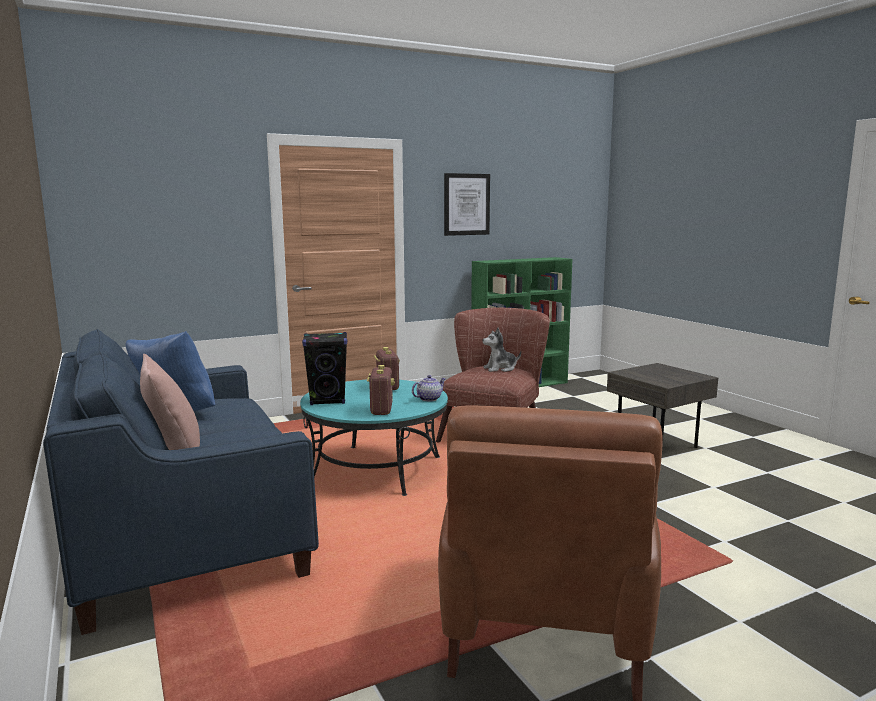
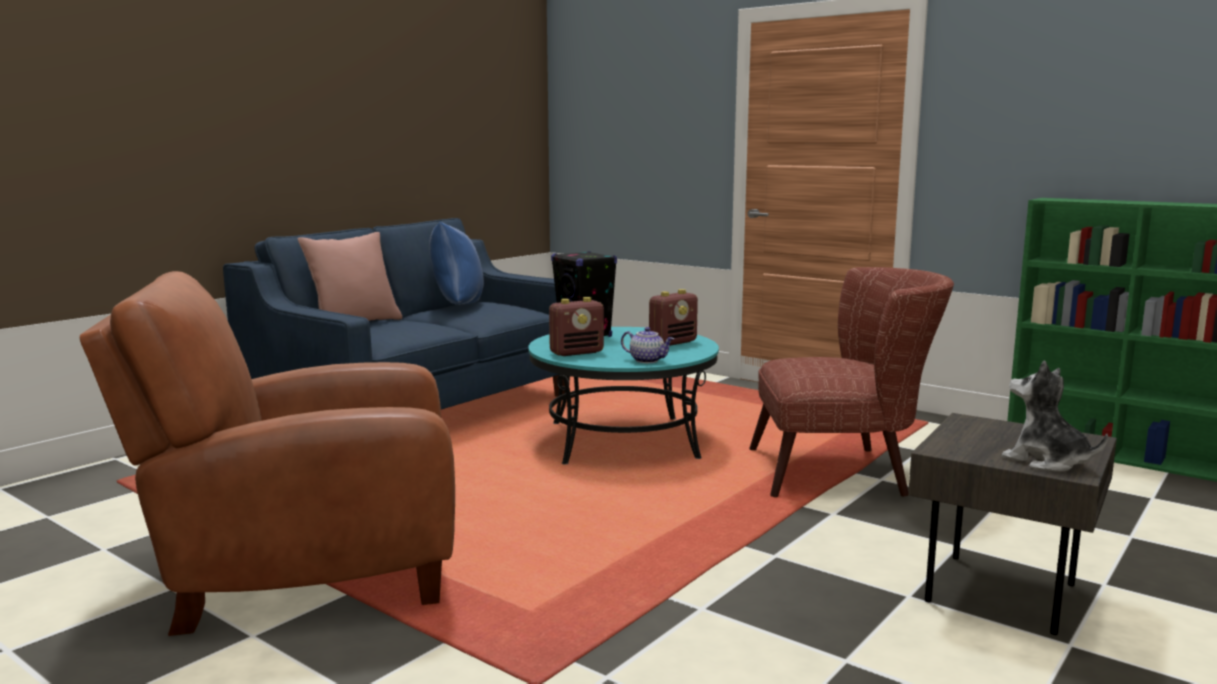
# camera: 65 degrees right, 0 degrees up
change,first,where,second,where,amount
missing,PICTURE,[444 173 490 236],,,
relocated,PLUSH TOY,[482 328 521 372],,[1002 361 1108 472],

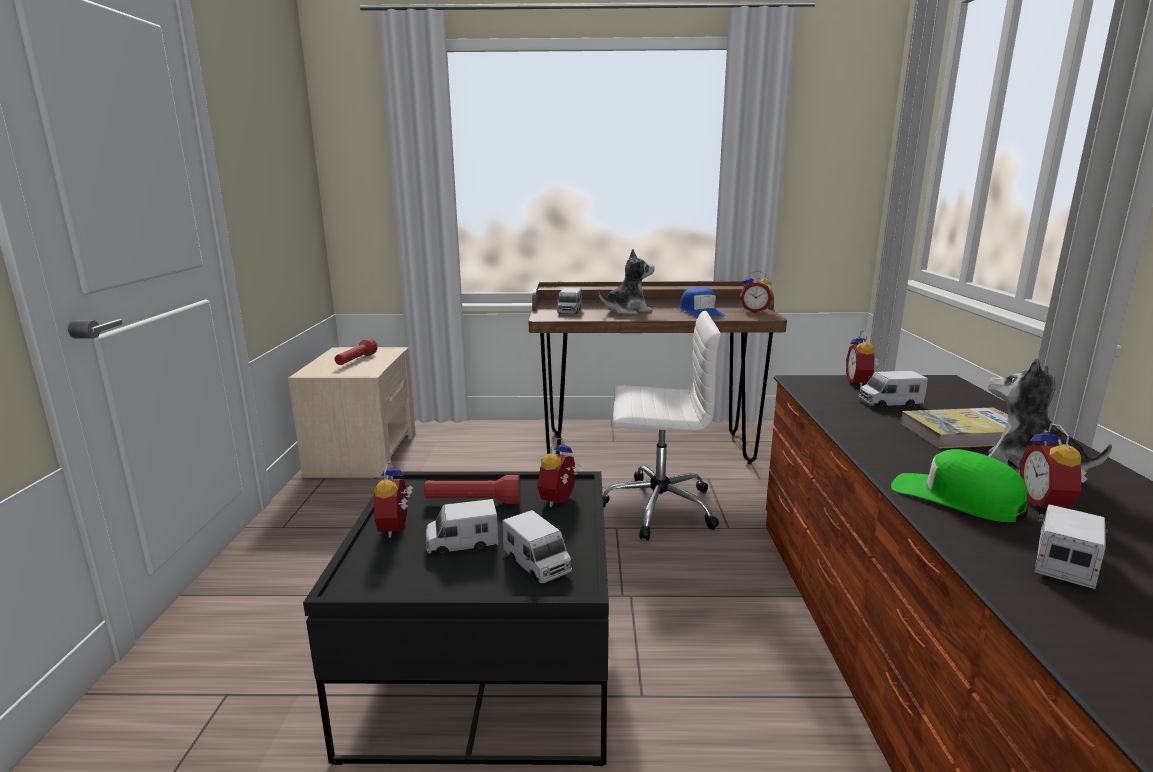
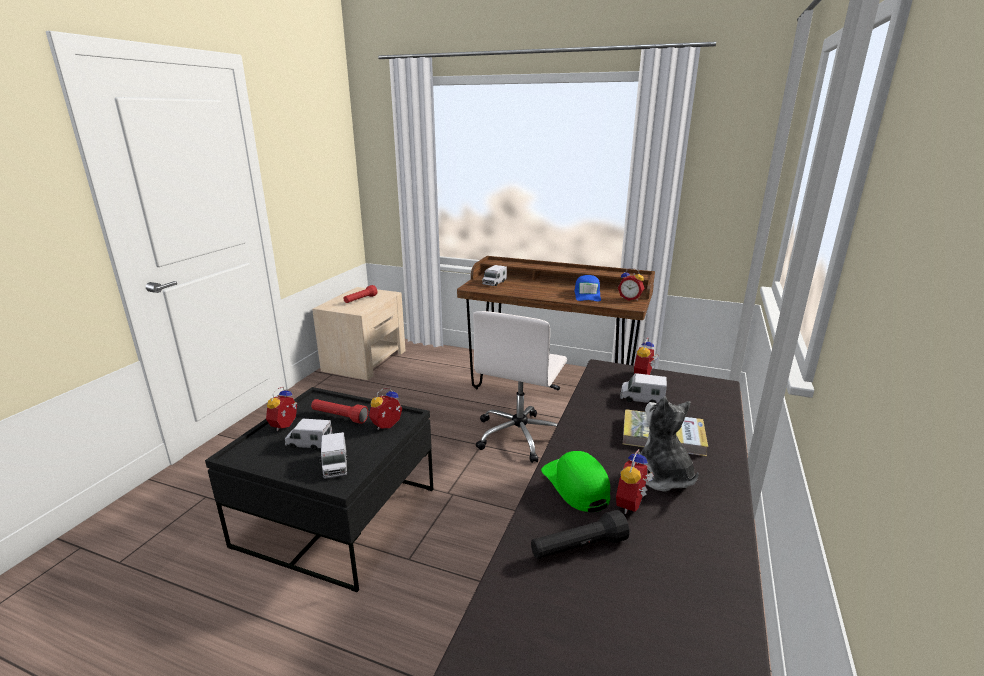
# camera: 20 degrees right, 5 degrees up
change,first,where,second,where,amount
missing,PLUSH TOY,[599 249 655 315],,,
spun,WHITE OFFICE CHAIR,[603 311 721 541],,[473 311 567 463],90 degrees clockwise
exchanged,TOY TRUCK,[1034 504 1110 589],BLACK FLASHLIGHT,[531 510 630 559],

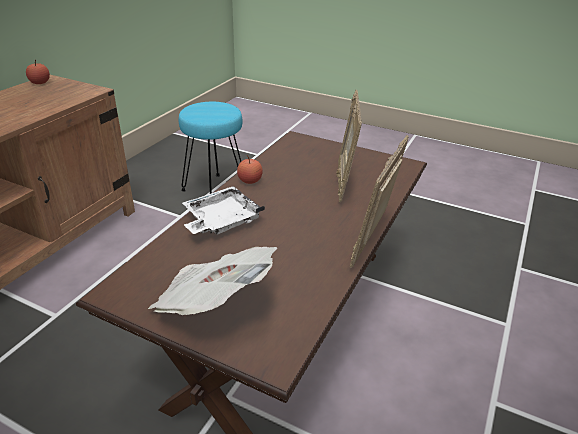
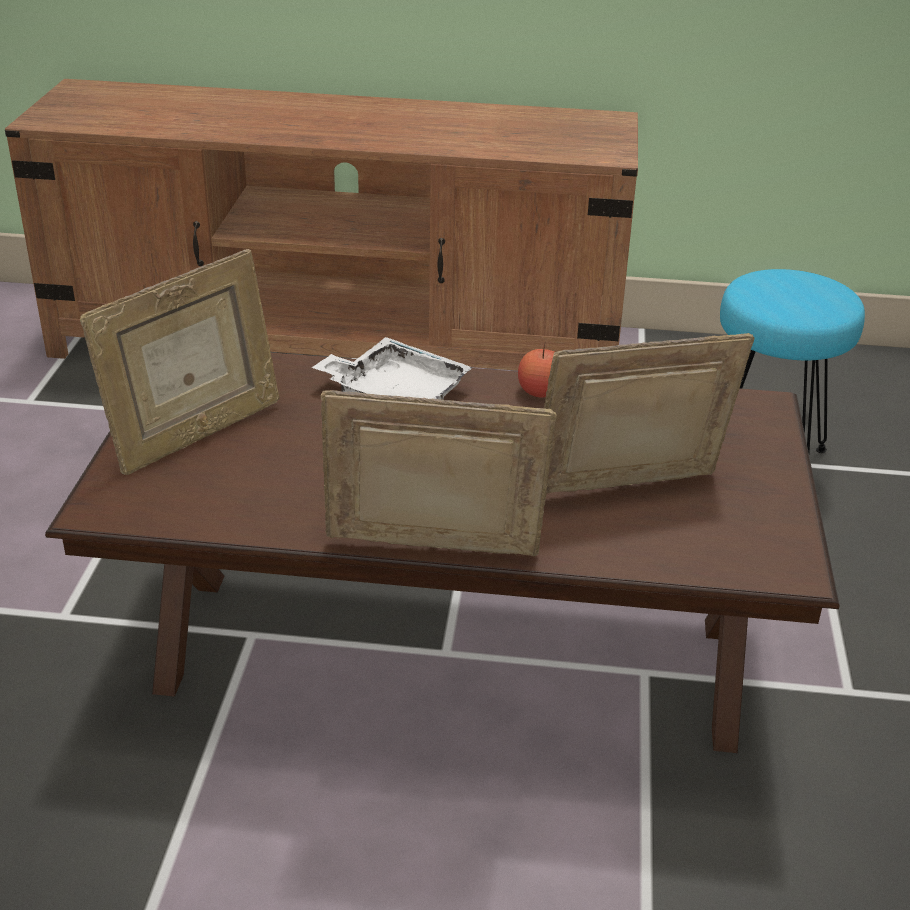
# camera: 70 degrees right, 0 degrees up
change,first,where,second,where,amount
missing,APPLE,[26 60 50 84],,,
exchanged,NEWSPAPER,[148 247 278 315],PICTURE FRAME,[80 249 280 475],

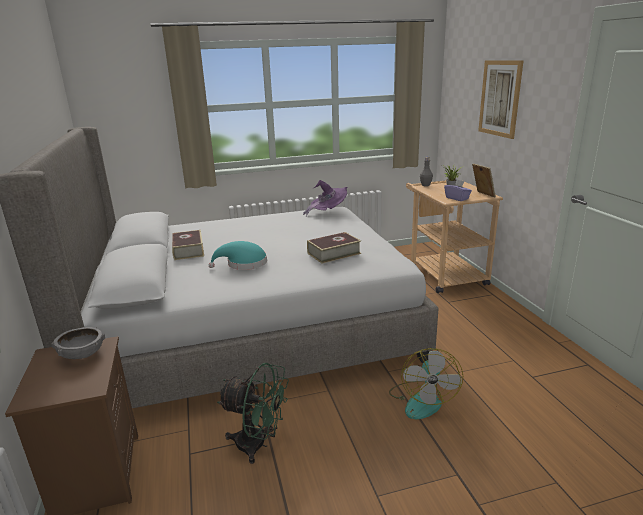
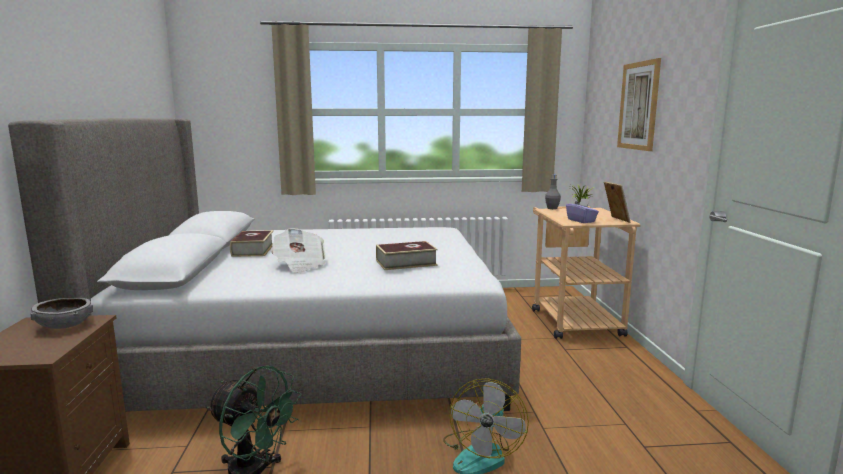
# camera: 10 degrees right, 10 degrees down
change,first,where,second,where,amount
exchanged,TURQUOISE HAT,[209 241 267 270],NEWSPAPER,[271 228 326 273],
missing,PURPLE HAT,[303 180 347 216],,,

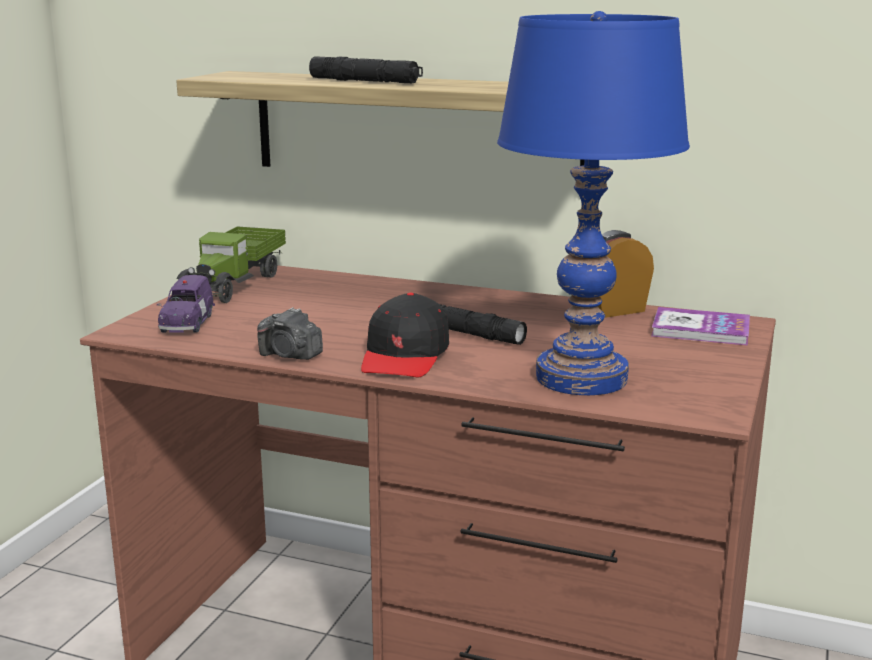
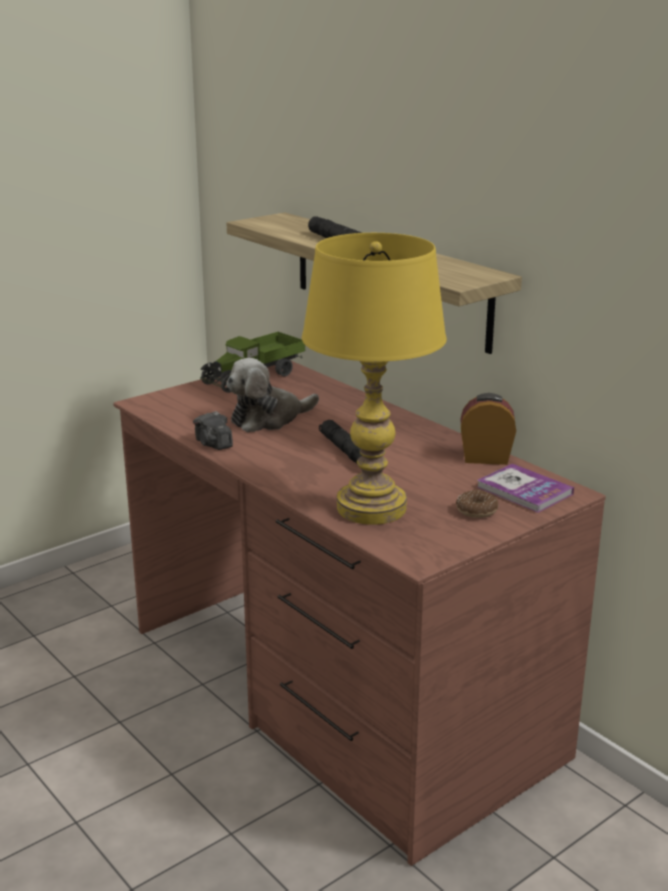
# camera: 30 degrees right, 5 degrees up
change,first,where,second,where,amount
missing,PURPLE TOY CAR,[157 275 215 333],,,
missing,BLACK CAP,[361 293 449 377],,,
colour,BLUE TABLE LAMP,[497 11 690 395],YELLOW TABLE LAMP,[302 233 447 525],
appeared,,,PLUSH TOY,[226 358 319 432],
appeared,,,DONUT,[456 490 498 518],

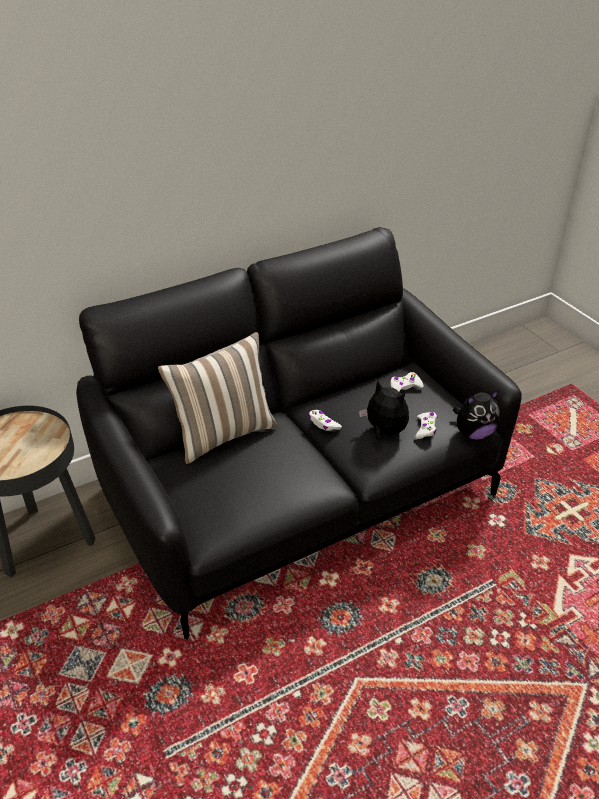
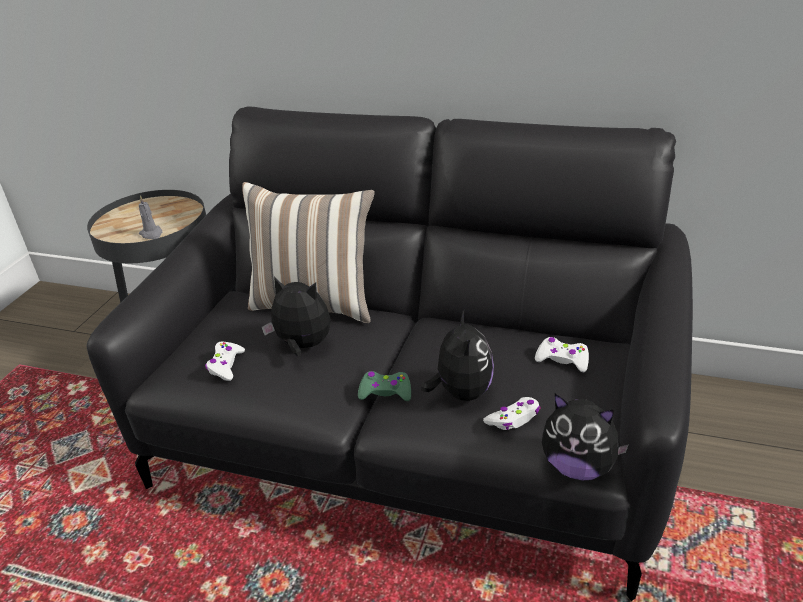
# camera: 50 degrees right, 5 degrees down
change,first,where,second,where,amount
relocated,WHITE GAME CONTROLLER,[308 410 342 431],,[205 341 245 381],
appeared,,,GREY CANDLE,[139 195 162 239],
appeared,,,PLUSH TOY,[262 277 331 356],
appeared,,,GREEN GAME CONTROLLER,[358 371 411 401],

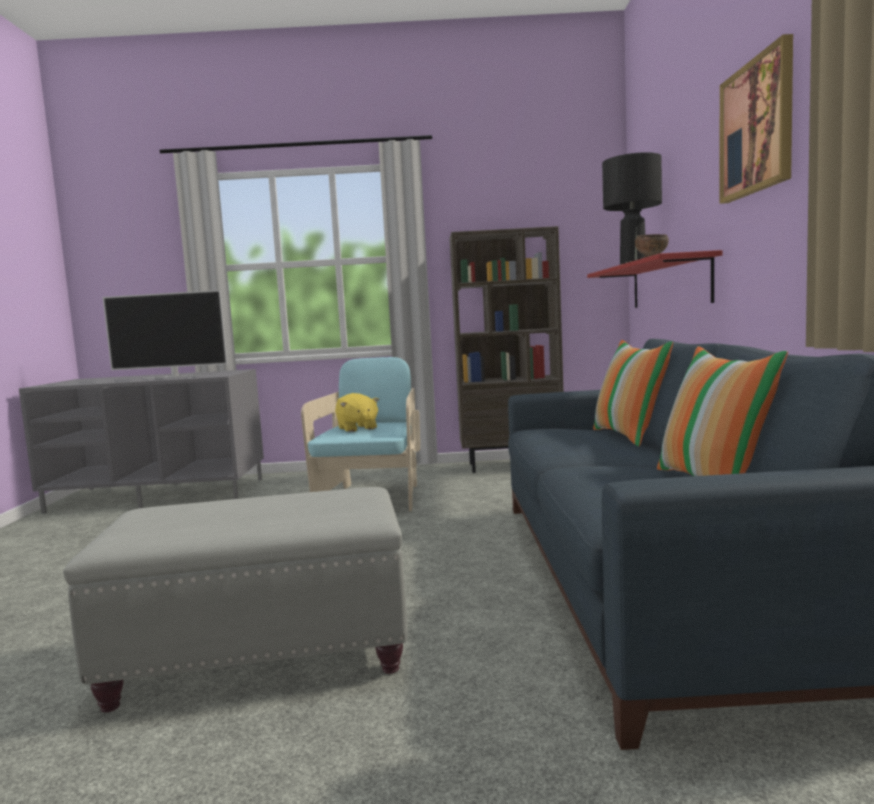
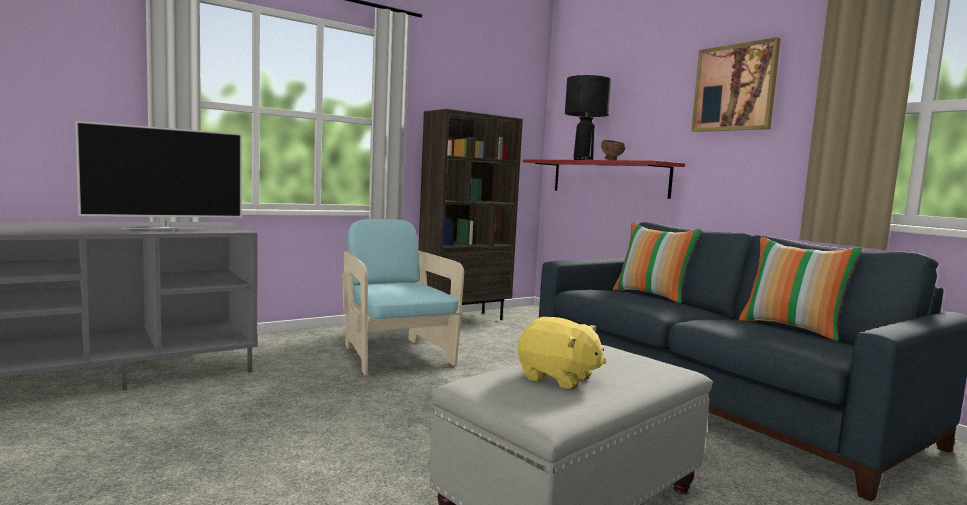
# camera: 35 degrees left, 0 degrees up
change,first,where,second,where,amount
relocated,YELLOW PLUSH TOY,[335 393 379 432],,[518 317 607 389],

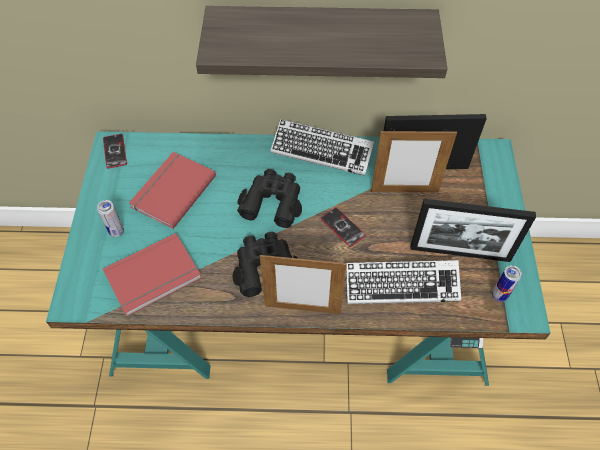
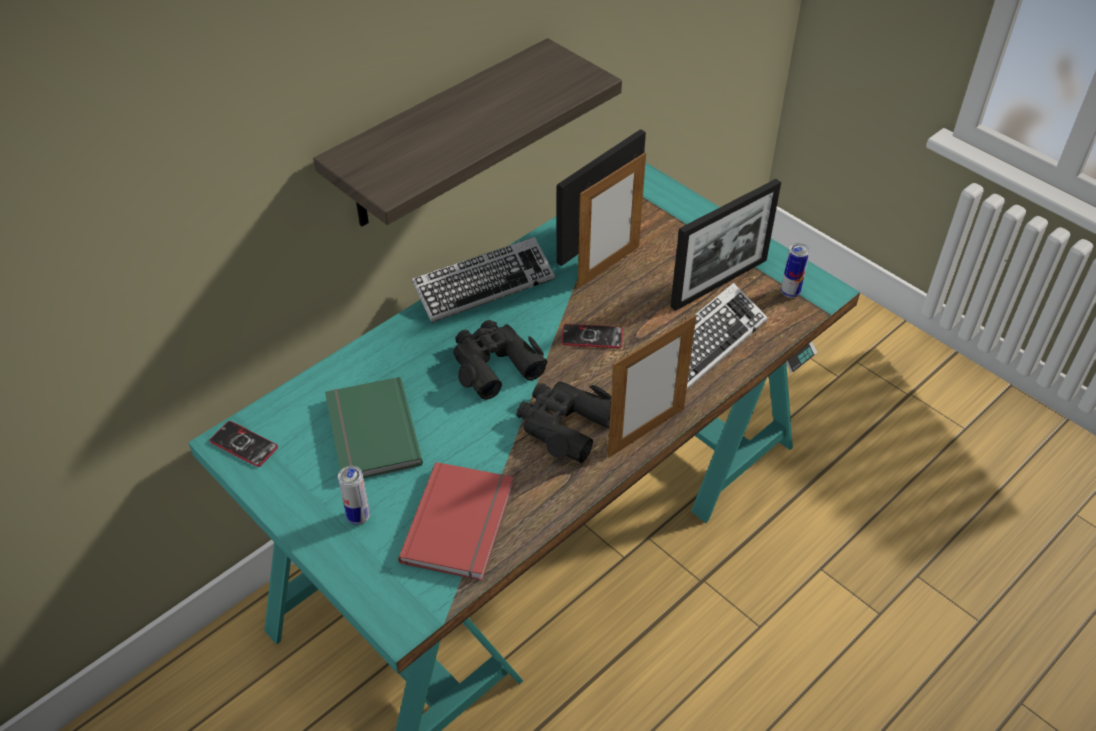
# camera: 45 degrees left, 10 degrees down
change,first,where,second,where,amount
colour,RED BOOK,[129 152 216 229],GREEN BOOK,[325 377 423 478],

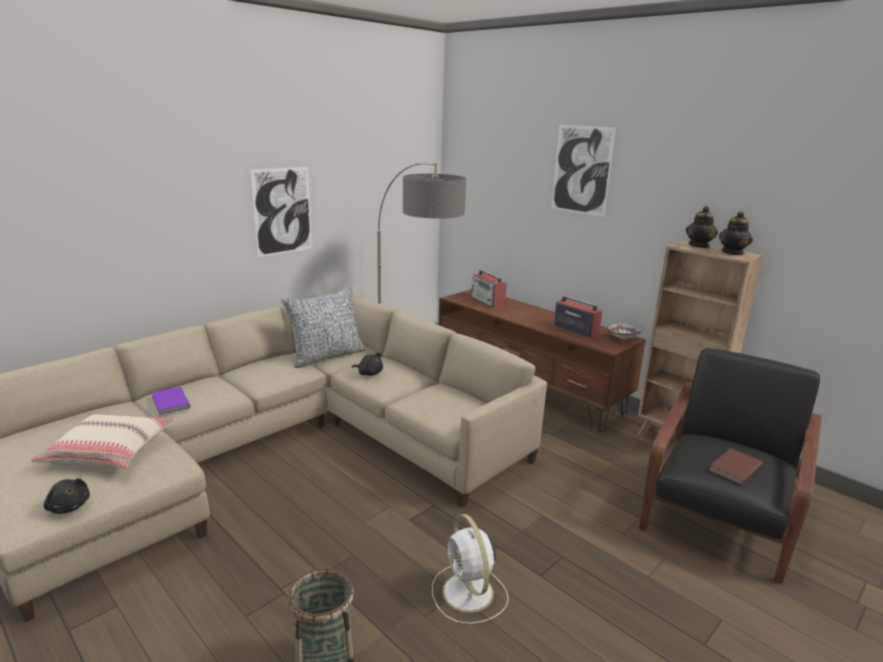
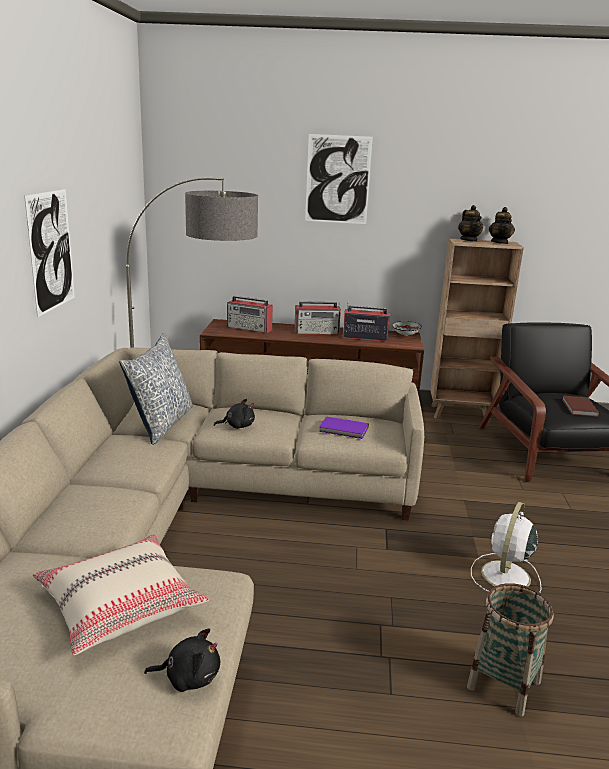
# camera: 40 degrees left, 0 degrees up
change,first,where,second,where,amount
relocated,PURPLE BOOK,[152 387 190 415],,[319 416 369 439],
spun,WHITE FAN,[432 514 509 624],,[471 502 542 593],90 degrees clockwise
appeared,,,RADIO,[294 301 341 335],

